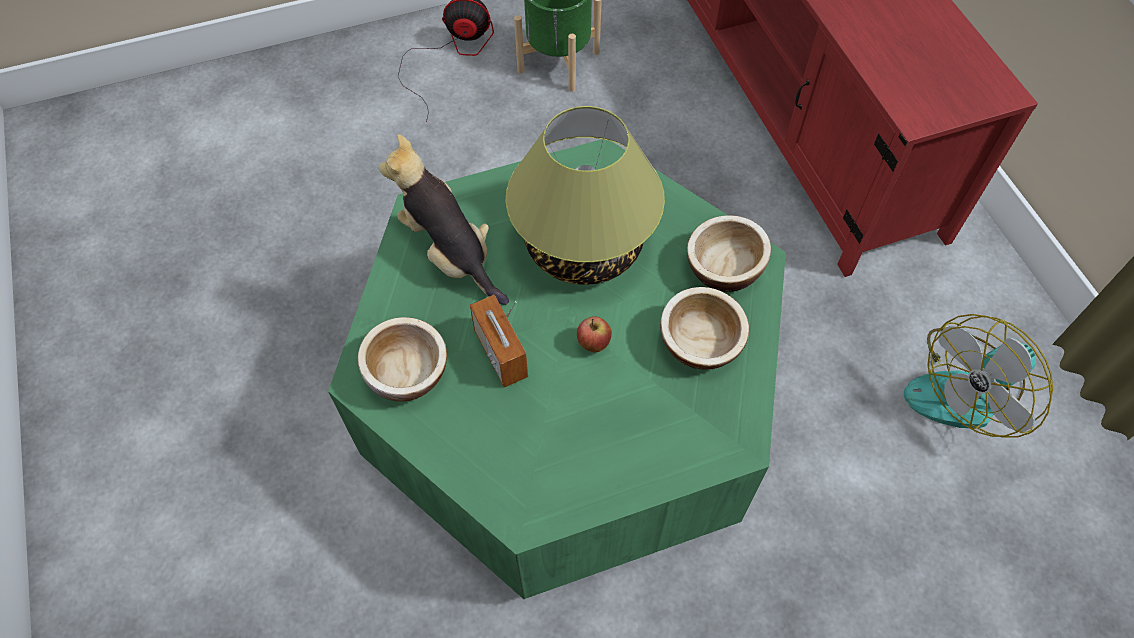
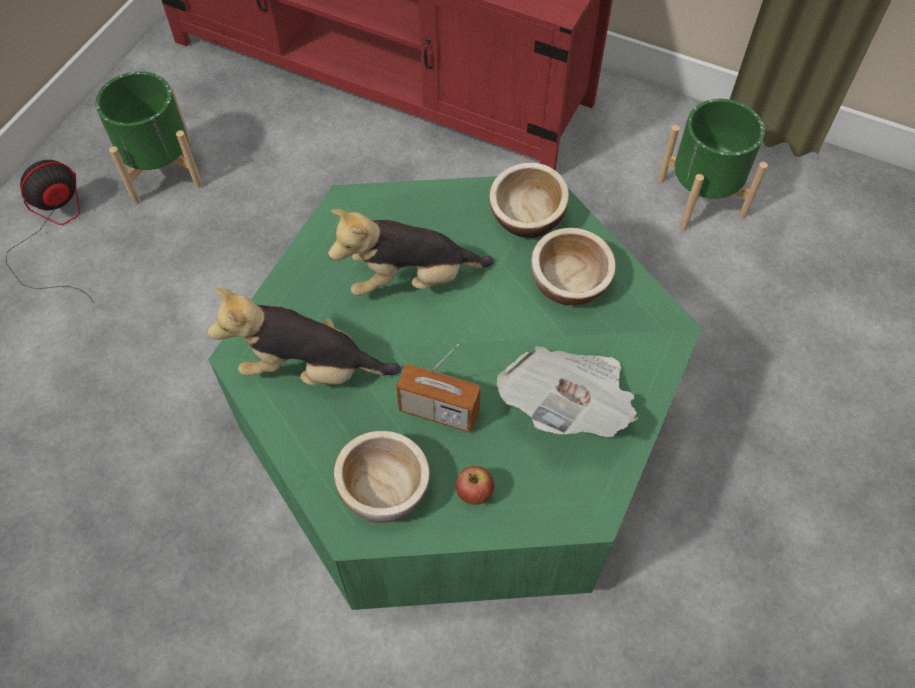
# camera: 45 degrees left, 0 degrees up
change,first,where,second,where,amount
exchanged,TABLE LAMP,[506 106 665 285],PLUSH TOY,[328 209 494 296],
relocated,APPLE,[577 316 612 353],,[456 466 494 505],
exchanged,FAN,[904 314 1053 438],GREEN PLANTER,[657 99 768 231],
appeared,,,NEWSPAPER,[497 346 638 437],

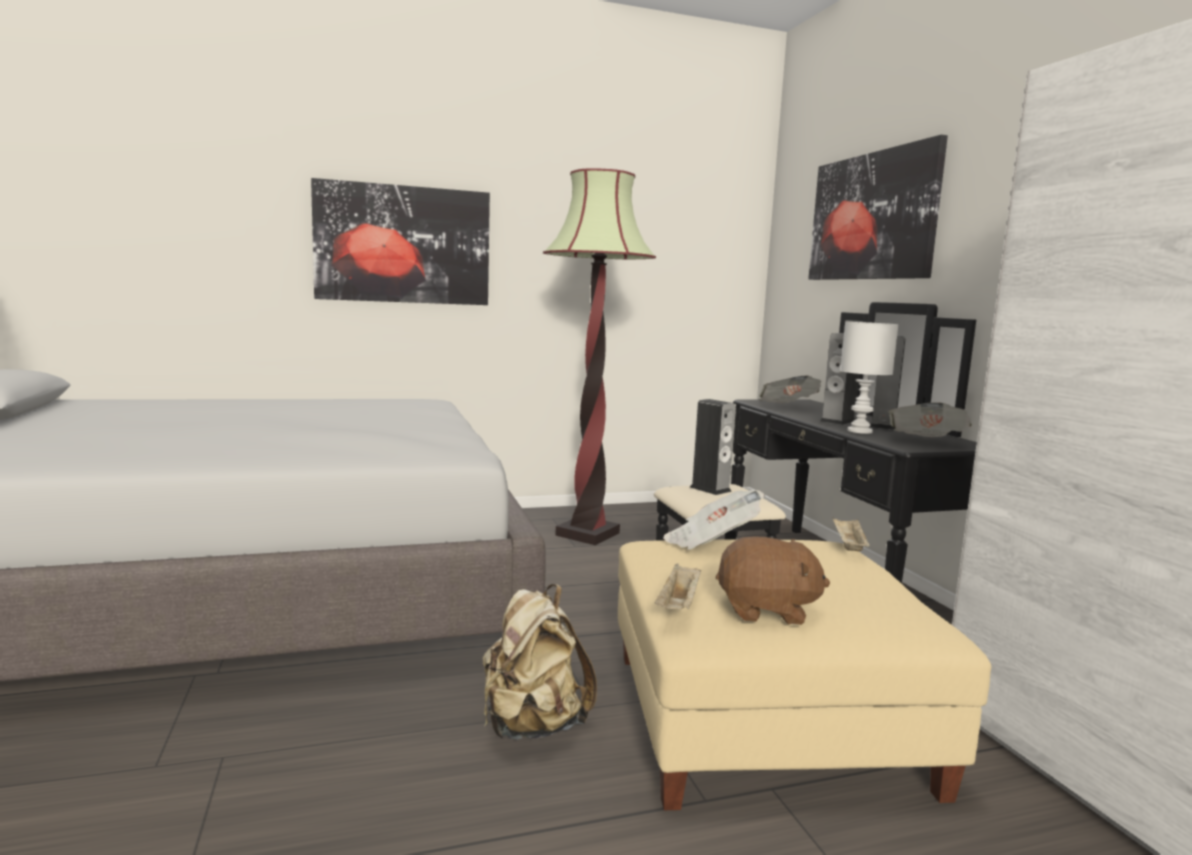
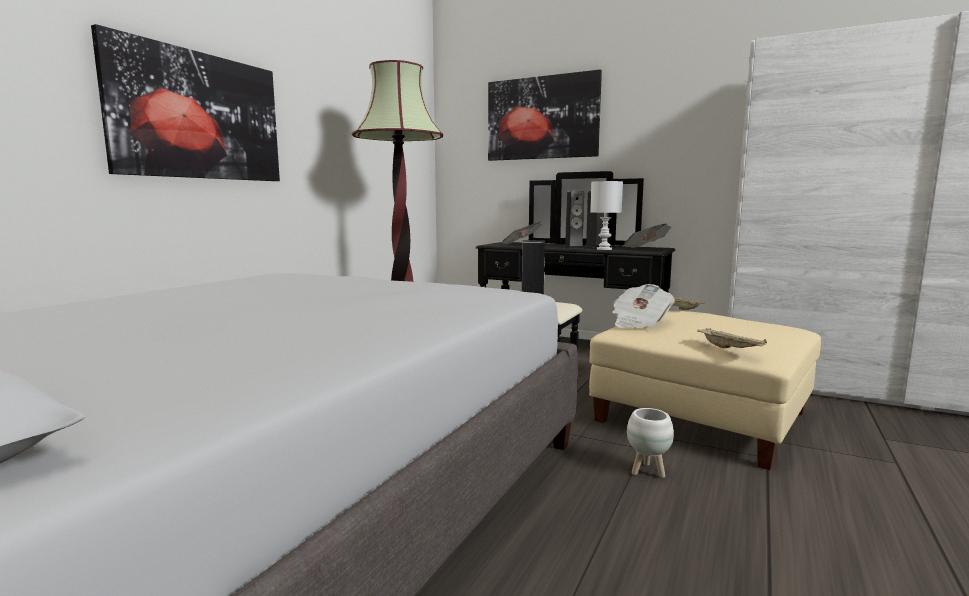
# camera: 45 degrees left, 0 degrees up
change,first,where,second,where,amount
exchanged,BEIGE BACKPACK,[483 584 597 740],WHITE PLANTER,[627 408 674 478],
missing,BROWN PLUSH TOY,[716 536 830 625],,,

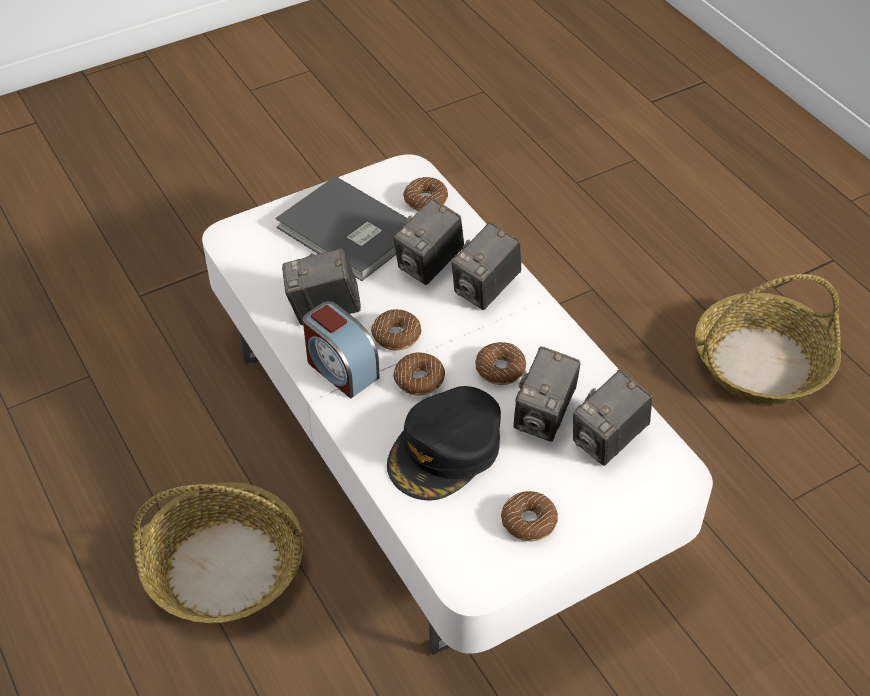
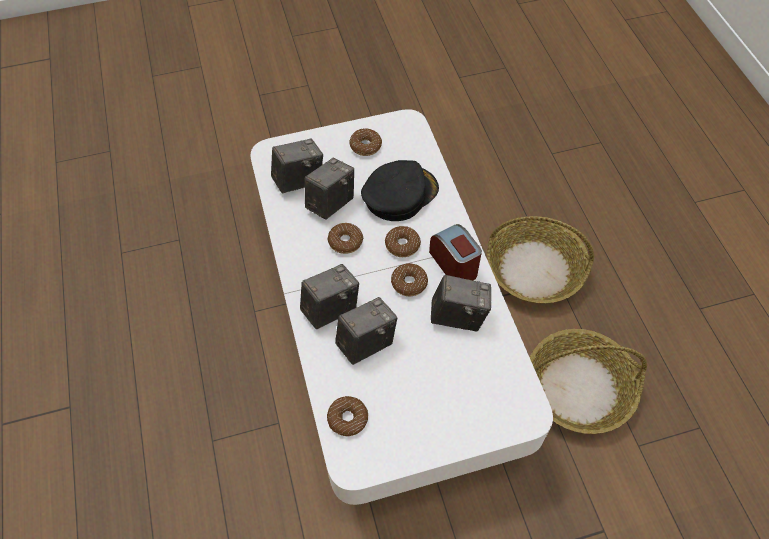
# camera: 165 degrees left, 10 degrees up
change,first,where,second,where,amount
missing,GREY BOOK,[275 176 408 281],,,
relocated,BASKET,[695 274 841 404],,[530 329 647 434],

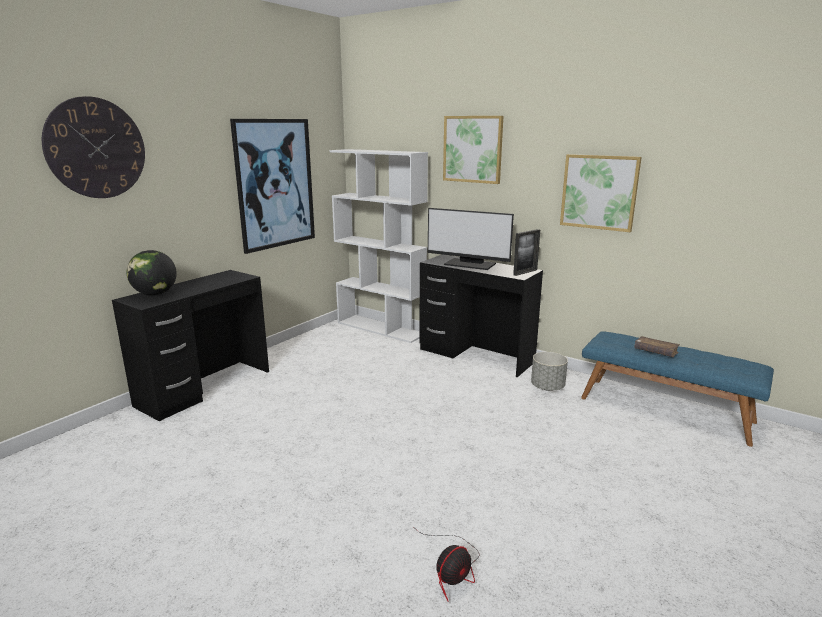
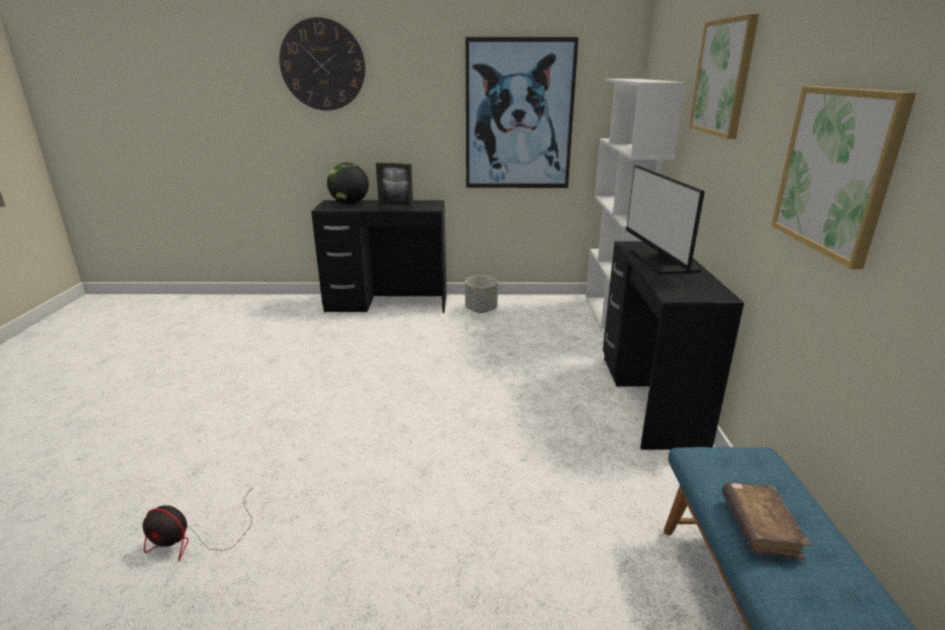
# camera: 55 degrees right, 5 degrees up
change,first,where,second,where,amount
relocated,PICTURE FRAME,[513 229 540 276],,[376 162 413 210],
relocated,GREY PLANTER,[531 352 568 391],,[465 276 498 313],

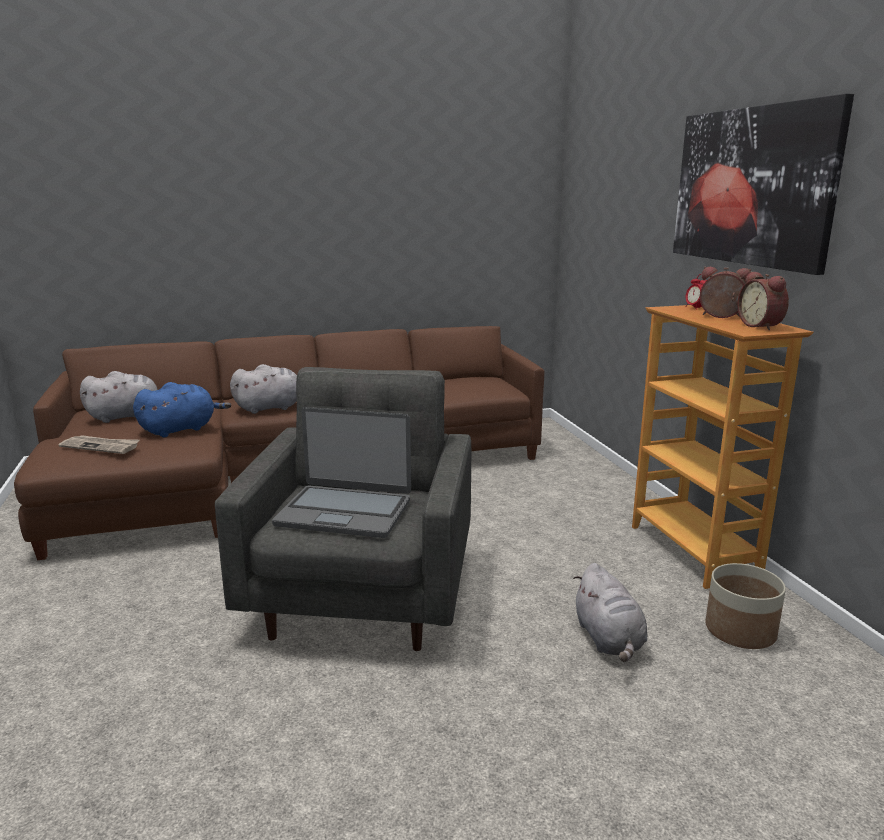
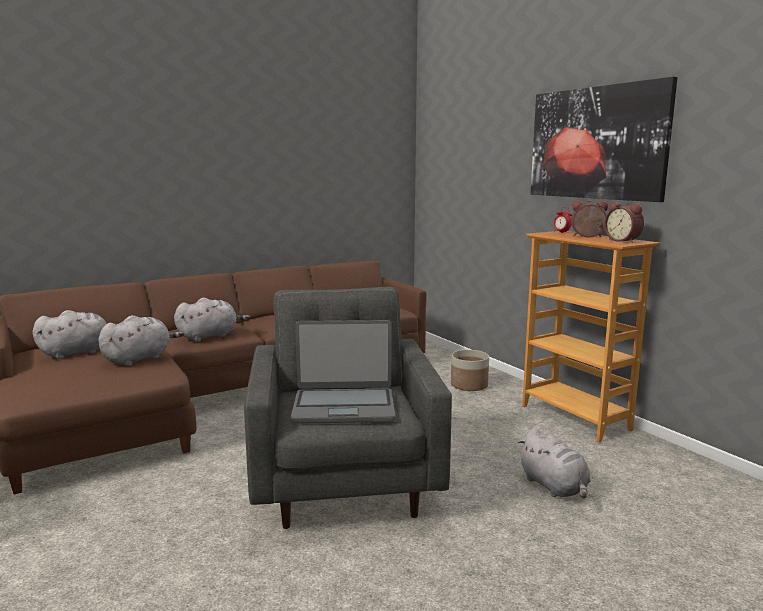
# camera: 15 degrees left, 5 degrees down
change,first,where,second,where,amount
missing,NEWSPAPER,[59 435 140 454],,,
colour,BLUE PLUSH TOY,[133 382 231 437],GREY PLUSH TOY,[98 315 184 366],
relocated,PLANTER,[705 563 786 649],,[451 350 489 391],

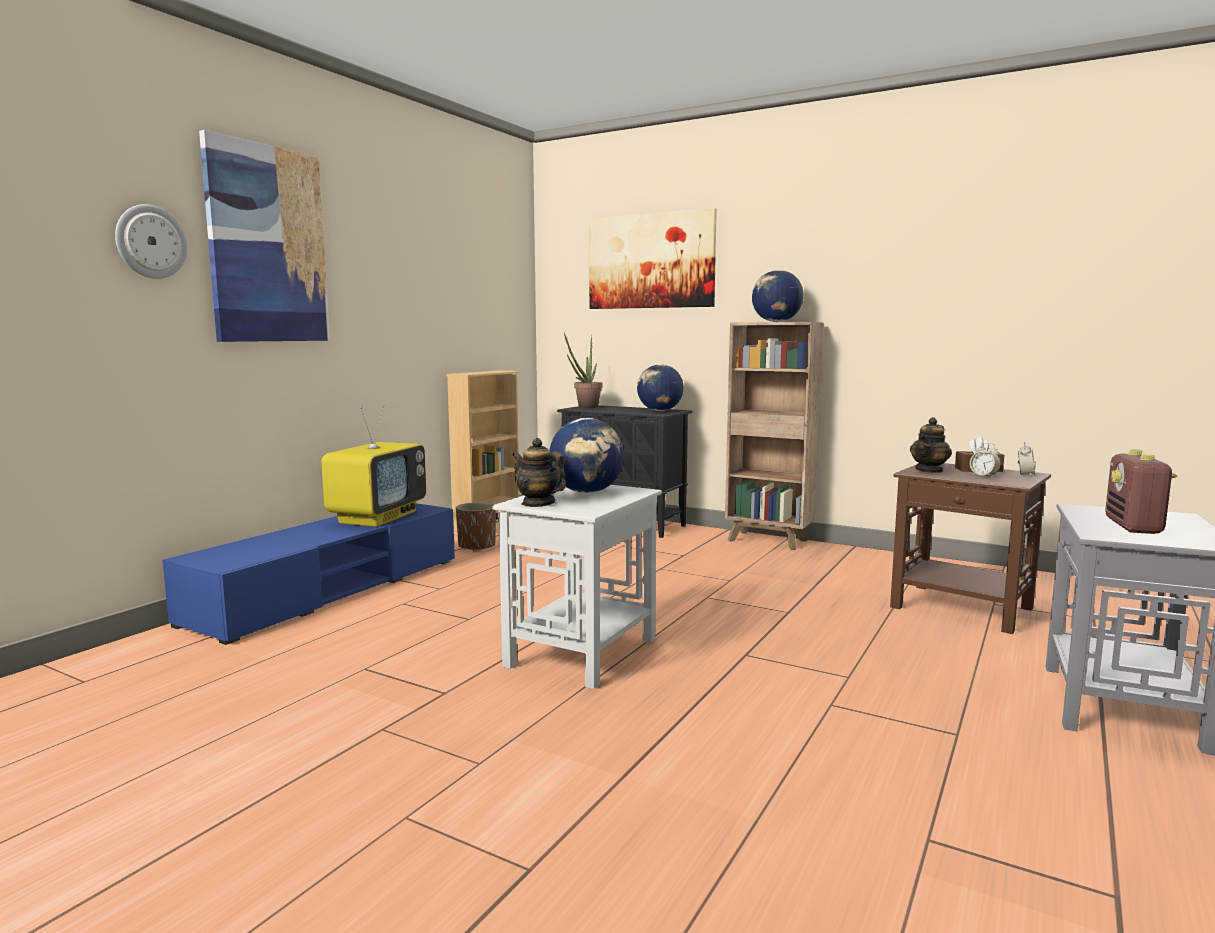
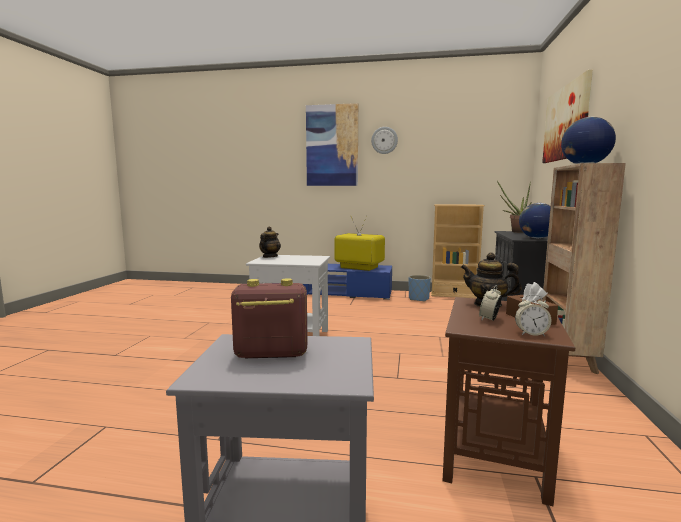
# camera: 70 degrees right, 0 degrees up
change,first,where,second,where,amount
relocated,WALL CLOCK,[115 204 187 279],,[371 127 398 154],
spun,TELEVISION,[321 405 426 527],,[334 216 385 271],150 degrees counterclockwise
colour,BROWN PLANTER,[456 502 496 551],BLUE PLANTER,[409 275 431 302],
missing,GLOBE,[550 418 624 493],,,

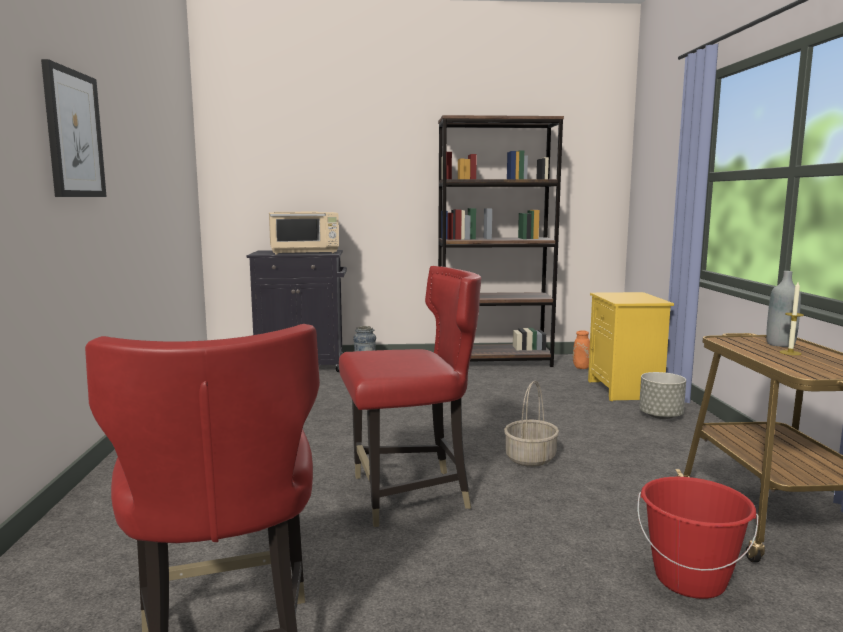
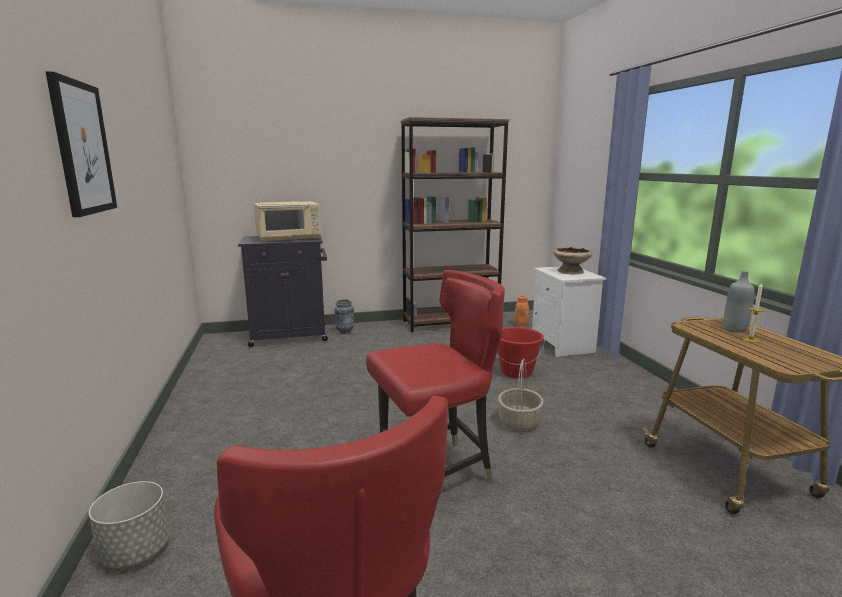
# camera: 10 degrees left, 5 degrees up
change,first,where,second,where,amount
colour,YELLOW NIGHTSTAND,[588 292 674 401],WHITE NIGHTSTAND,[532 267 606 357],
relocated,RED BUCKET,[637 477 759 599],,[497 327 545 379],
relocated,GREY PLANTER,[639 372 686 419],,[89 481 169 568],
appeared,,,BEIGE BOWL,[554 247 592 274],

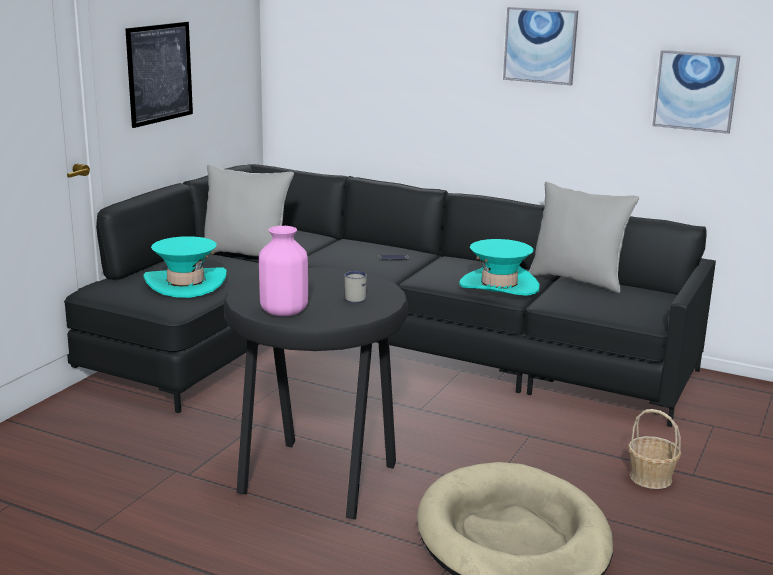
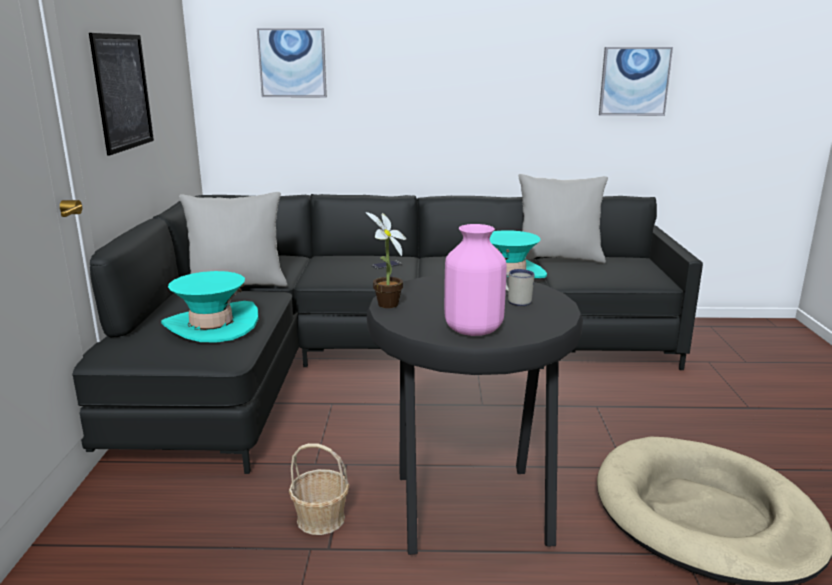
# camera: 25 degrees left, 0 degrees up
change,first,where,second,where,amount
relocated,PICTURE,[503 7 578 85],,[257 28 327 97],
relocated,BASKET,[628 409 681 489],,[289 443 349 535],
appeared,,,POTTED PLANT,[366 212 406 308],

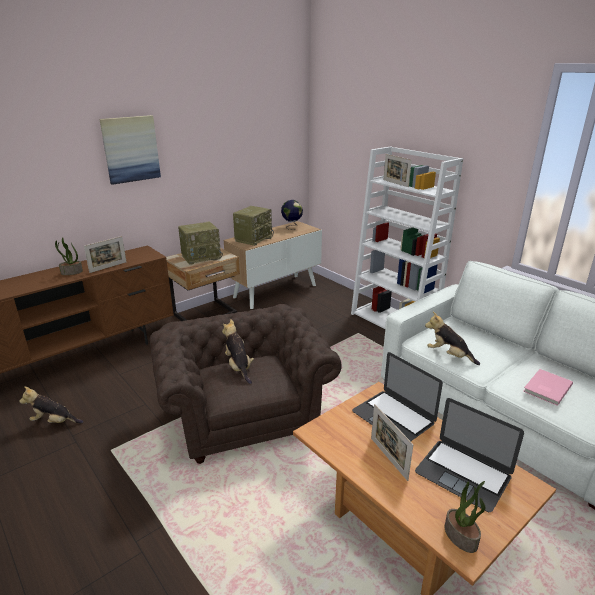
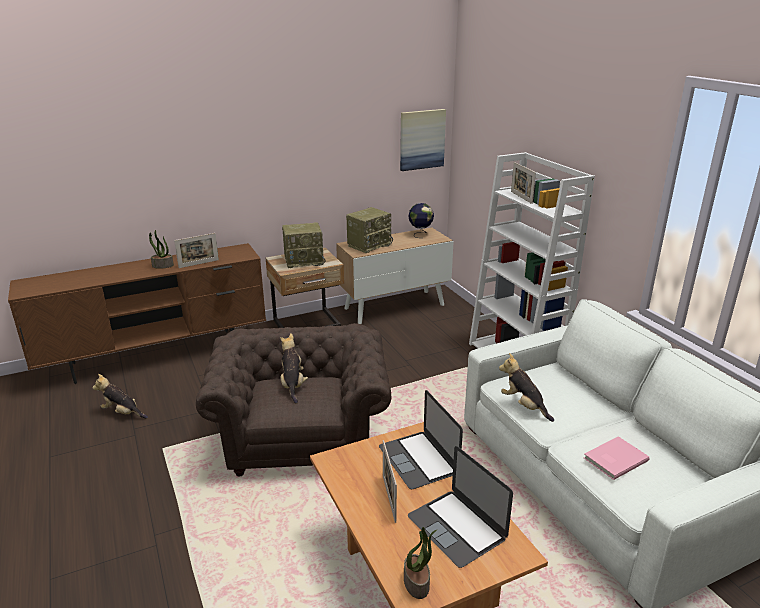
# camera: 15 degrees right, 0 degrees up
change,first,where,second,where,amount
relocated,PICTURE,[100 115 161 185],,[400 109 446 171],

